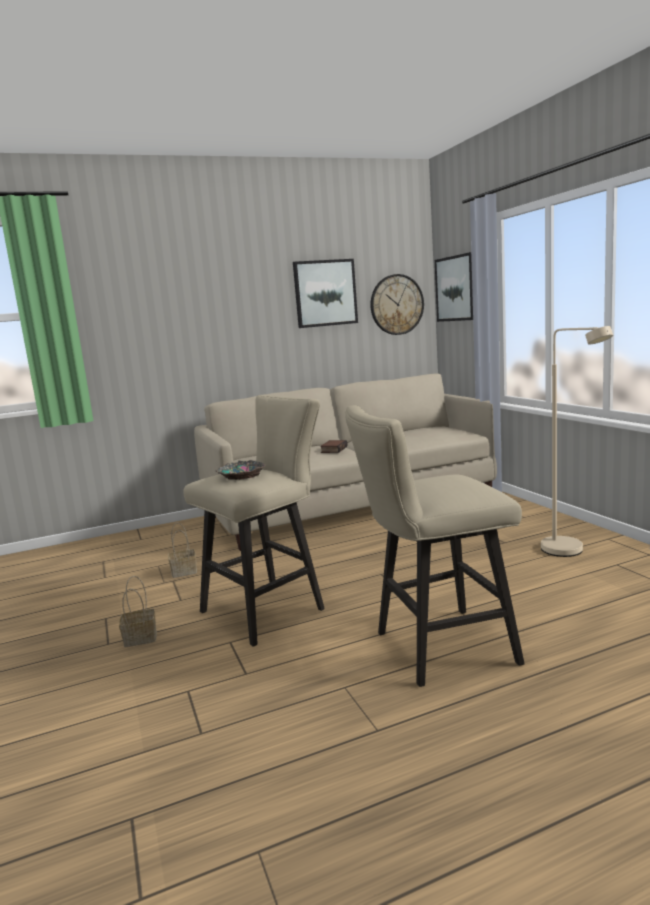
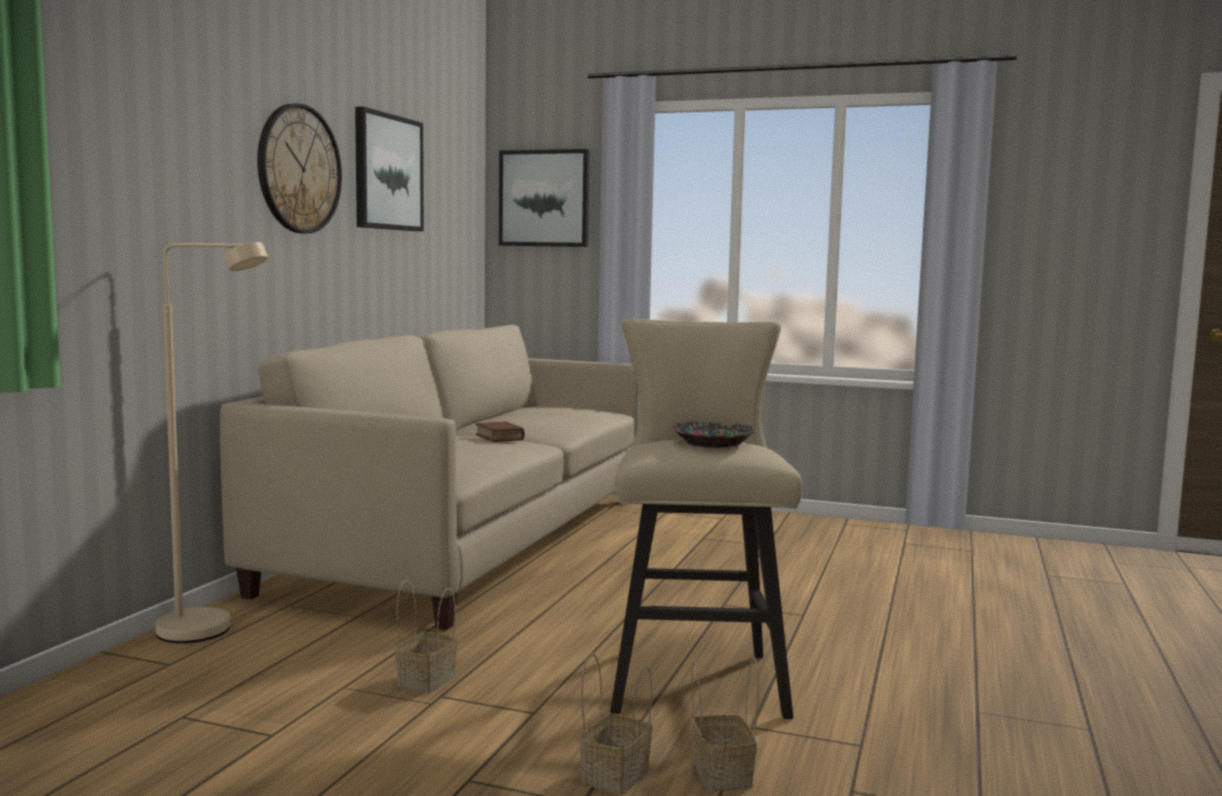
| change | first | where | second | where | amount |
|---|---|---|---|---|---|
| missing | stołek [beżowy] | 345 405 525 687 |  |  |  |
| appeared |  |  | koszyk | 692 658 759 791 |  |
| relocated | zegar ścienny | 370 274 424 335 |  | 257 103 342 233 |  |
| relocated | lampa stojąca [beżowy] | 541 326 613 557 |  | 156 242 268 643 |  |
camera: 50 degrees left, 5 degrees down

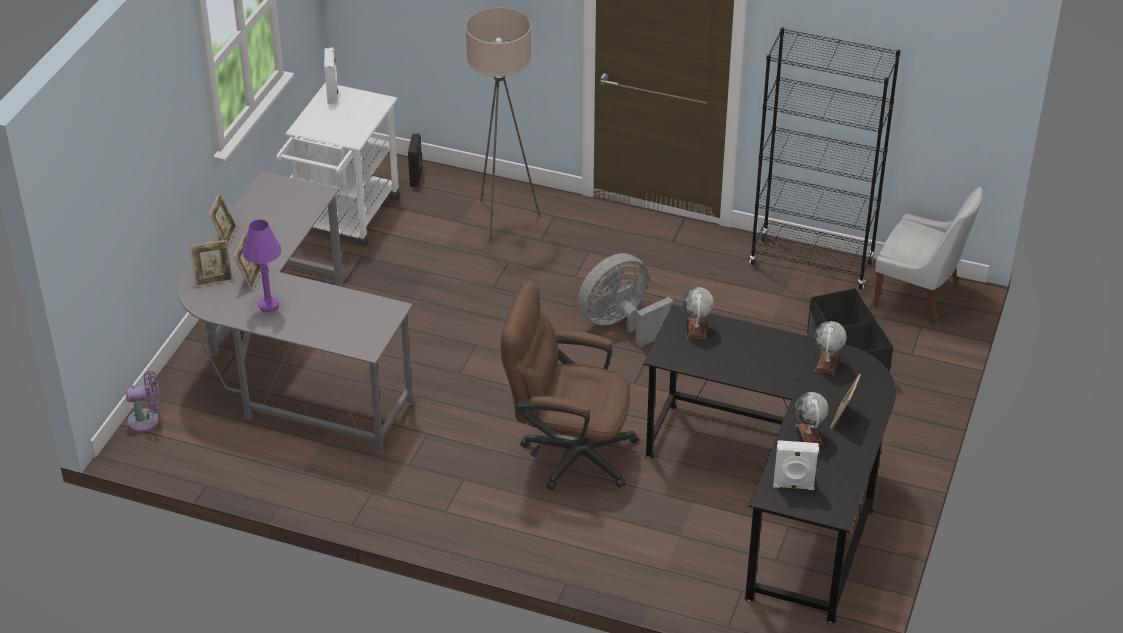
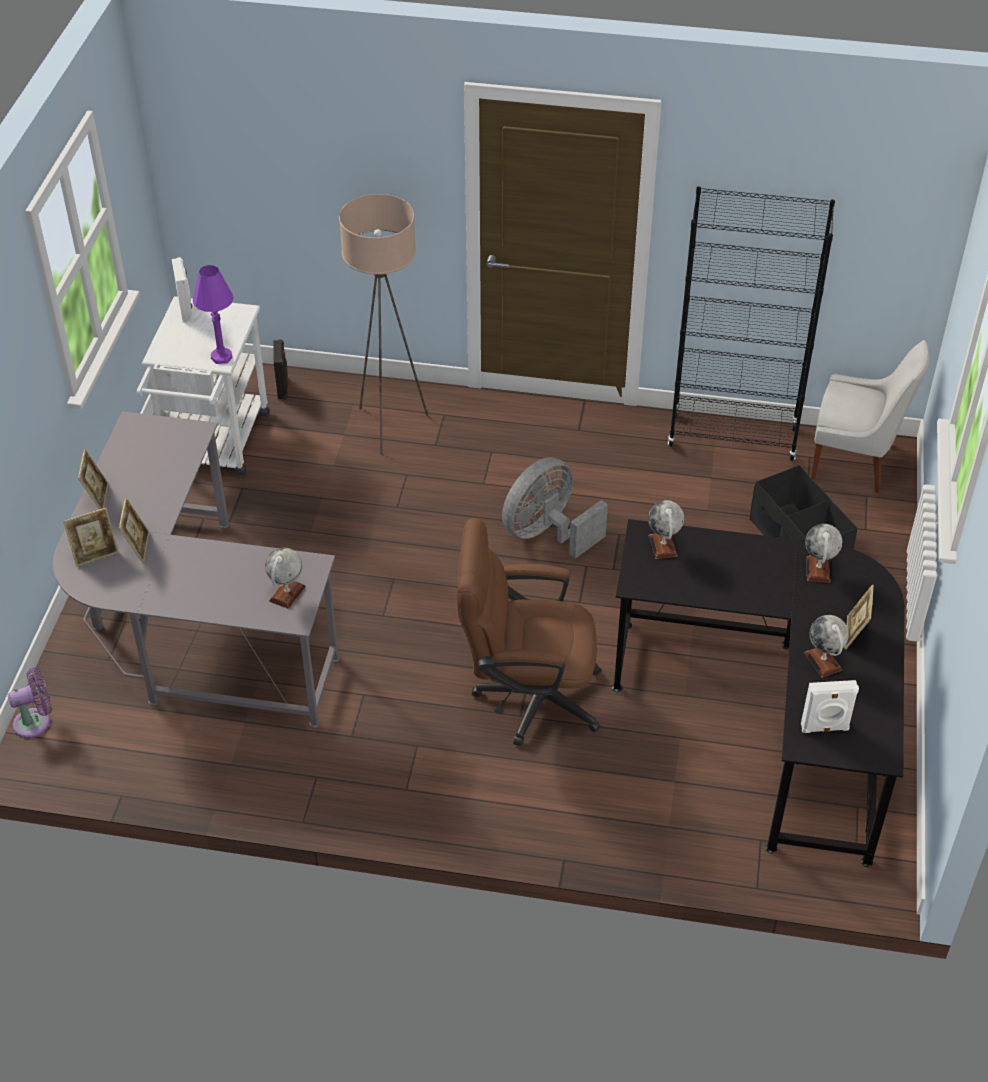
| change | first | where | second | where | amount |
|---|---|---|---|---|---|
| appeared |  |  | globus | 265 548 306 609 |  |
| relocated | lampa stołowa [fioletowy] | 243 220 282 313 |  | 193 265 234 364 |  |
camera: 10 degrees left, 5 degrees up

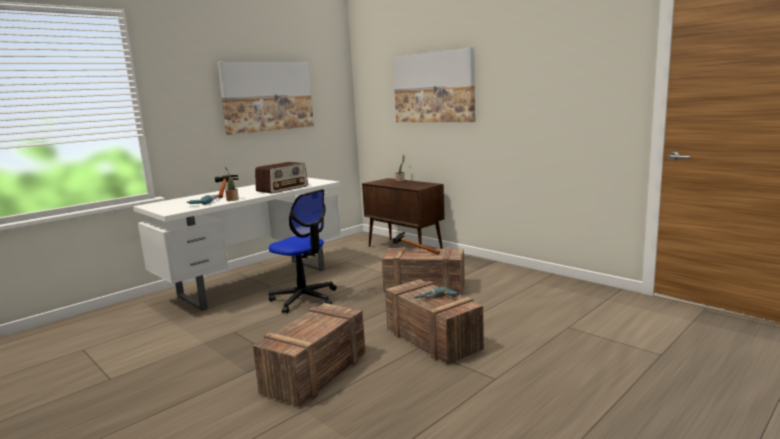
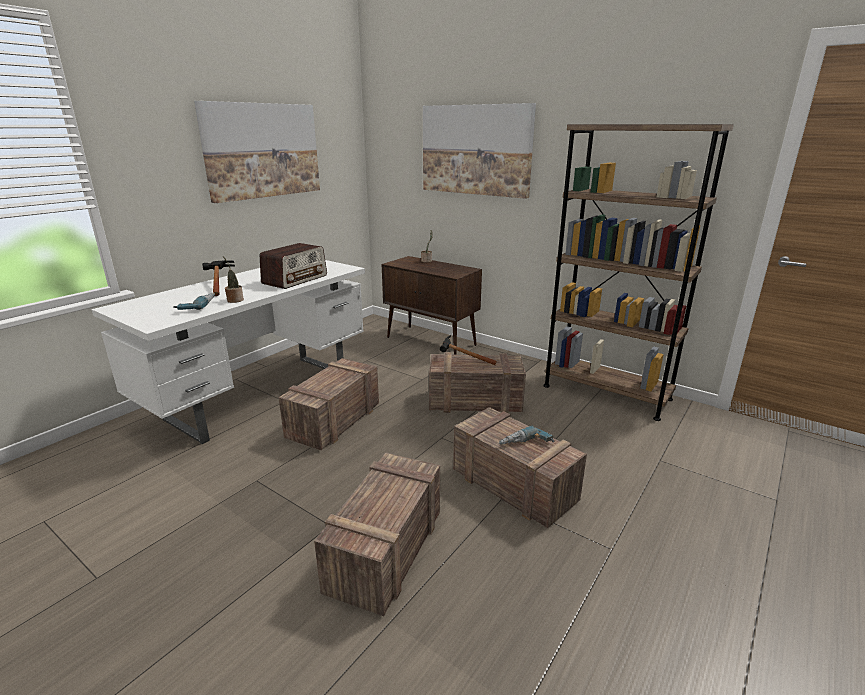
| change | first | where | second | where | amount |
|---|---|---|---|---|---|
| appeared |  |  | regał [brązowy] | 543 124 734 421 |  |
| exchanged | krzesło biurowe | 268 189 337 313 | skrzynka | 278 358 379 450 |  |
camera: 10 degrees left, 10 degrees up

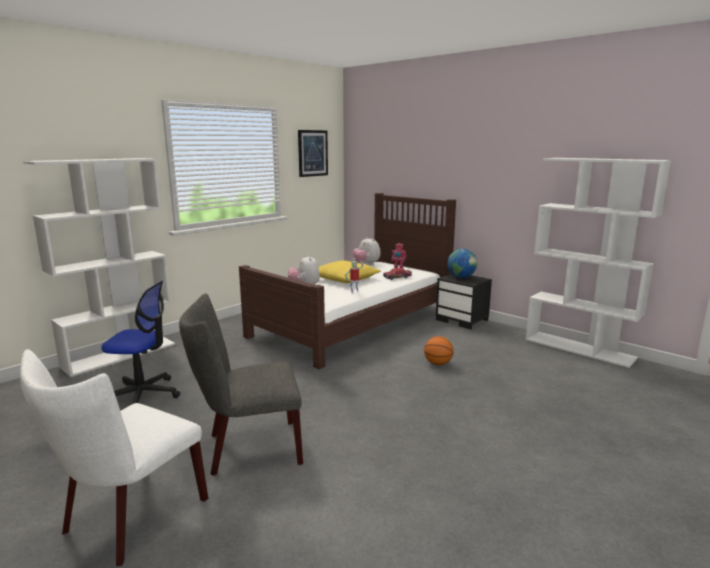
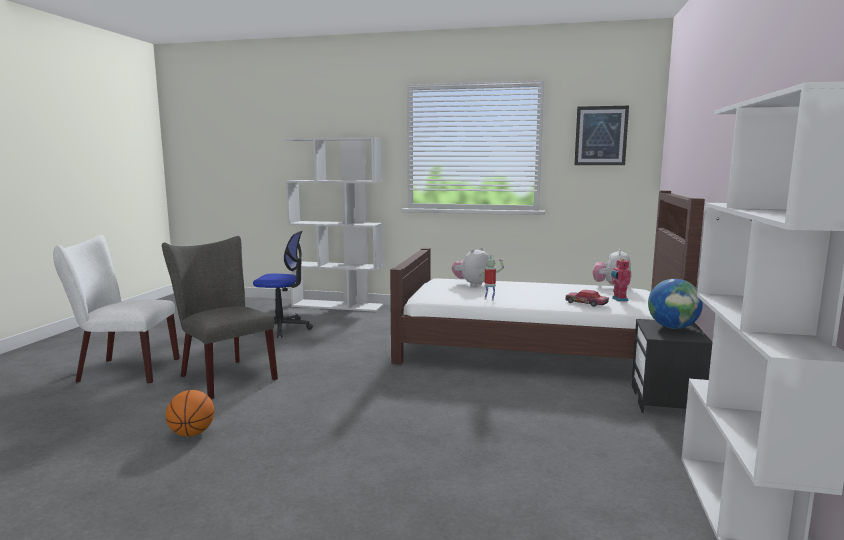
| change | first | where | second | where | amount |
|---|---|---|---|---|---|
| missing | poduszka [żółty] | 318 261 381 283 |  |  |  |
| relocated | piłka do koszykówki | 424 336 453 365 |  | 166 390 214 437 |  |
| spun | krzesło biurowe | 101 280 180 404 |  | 253 231 313 338 | 60 degrees counterclockwise |
camera: 60 degrees right, 5 degrees down

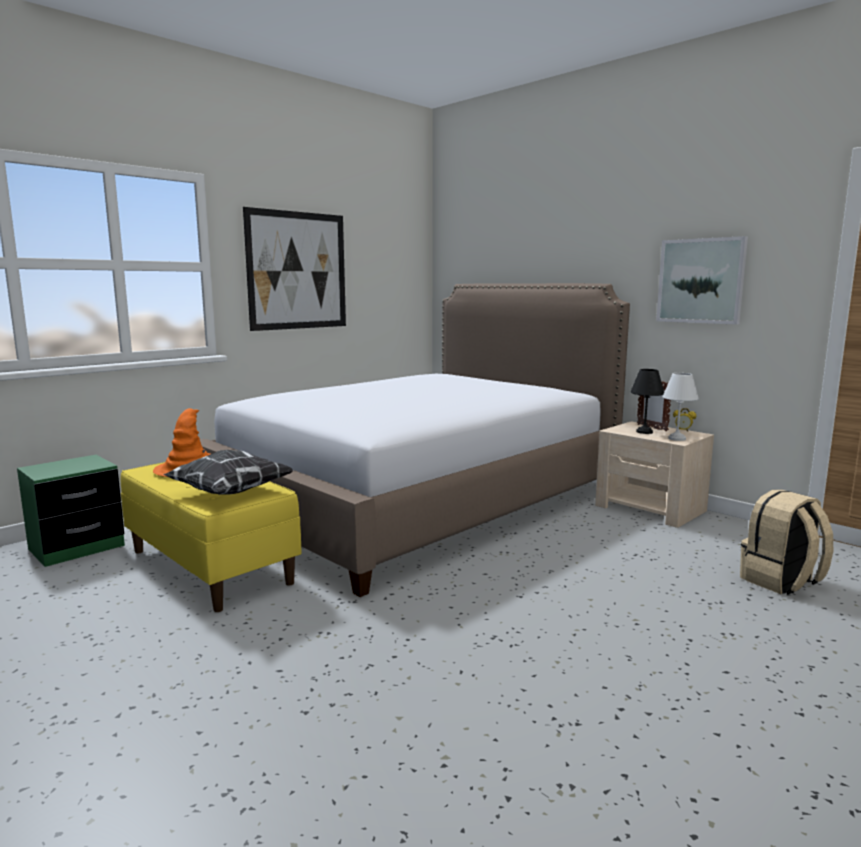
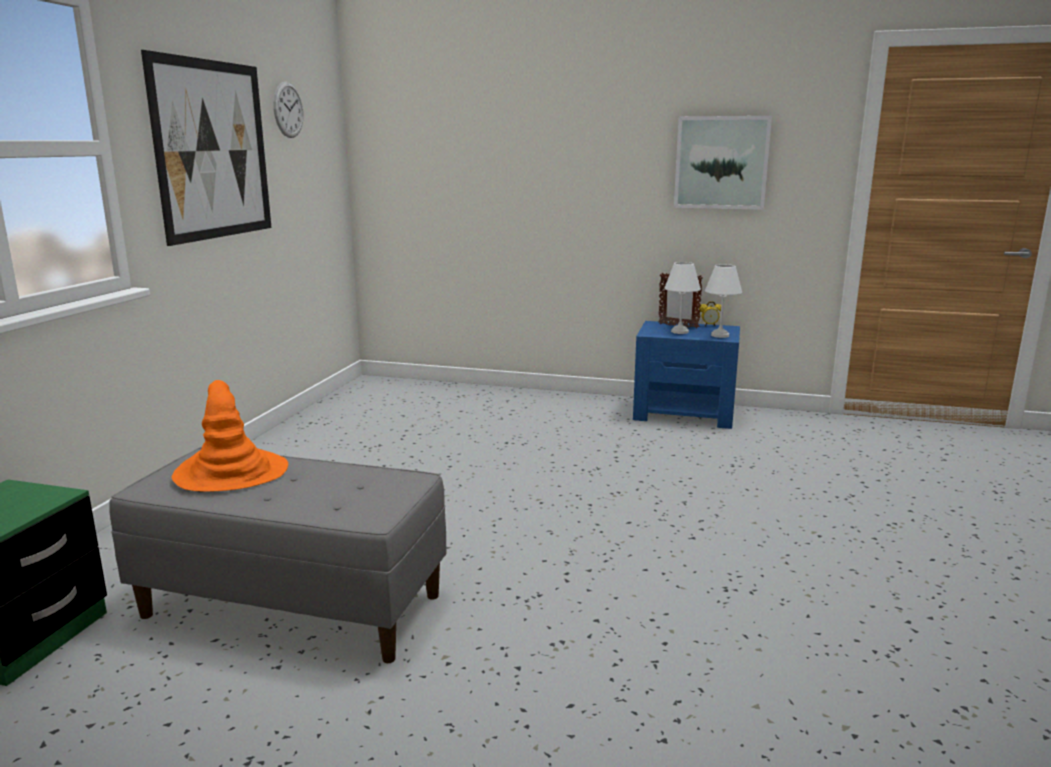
| change | first | where | second | where | amount |
|---|---|---|---|---|---|
| missing | poduszka | 163 450 294 495 |  |  |  |
| missing | łóżko | 200 283 630 597 |  |  |  |
| missing | plecak [beżowy] | 740 490 833 595 |  |  |  |
| appeared |  |  | zegar ścienny | 273 82 303 138 |  |
| colour | ławka [żółty] | 120 462 302 612 | ławka [szary] | 109 447 447 663 |  |
| colour | szafka nocna [beżowy] | 595 421 714 528 | szafka nocna [niebieski] | 633 321 740 429 |  |
| colour | lampa stołowa [czarny] | 631 369 664 434 | lampa stołowa [biały] | 664 262 701 334 |  |
camera: 30 degrees left, 5 degrees up

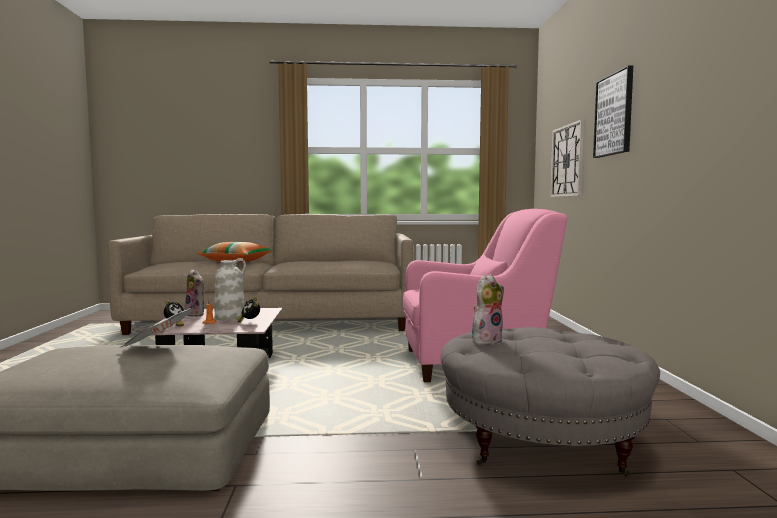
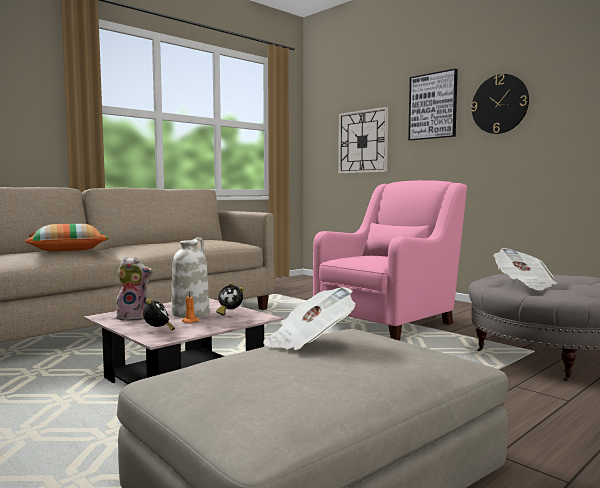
| change | first | where | second | where | amount |
|---|---|---|---|---|---|
| appeared |  |  | zegar ścienny | 471 74 529 134 |  |
| exchanged | pluszak | 472 274 504 345 | gazeta | 494 248 557 291 |  |
camera: 40 degrees left, 0 degrees up

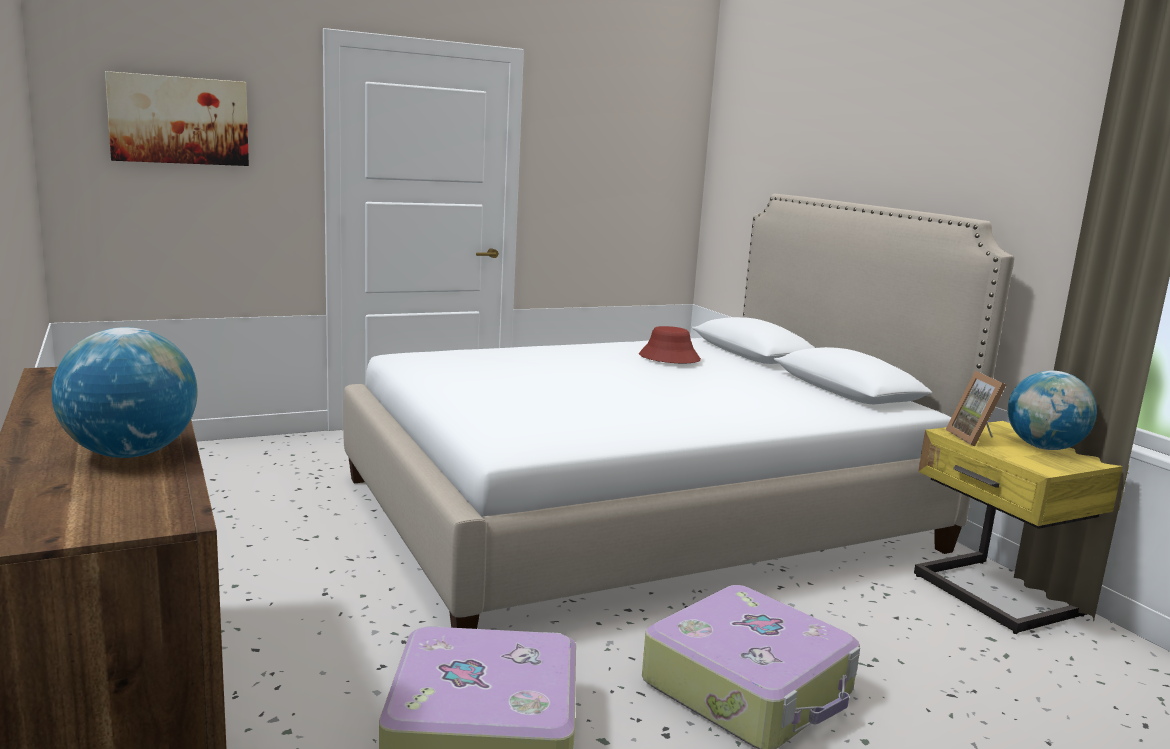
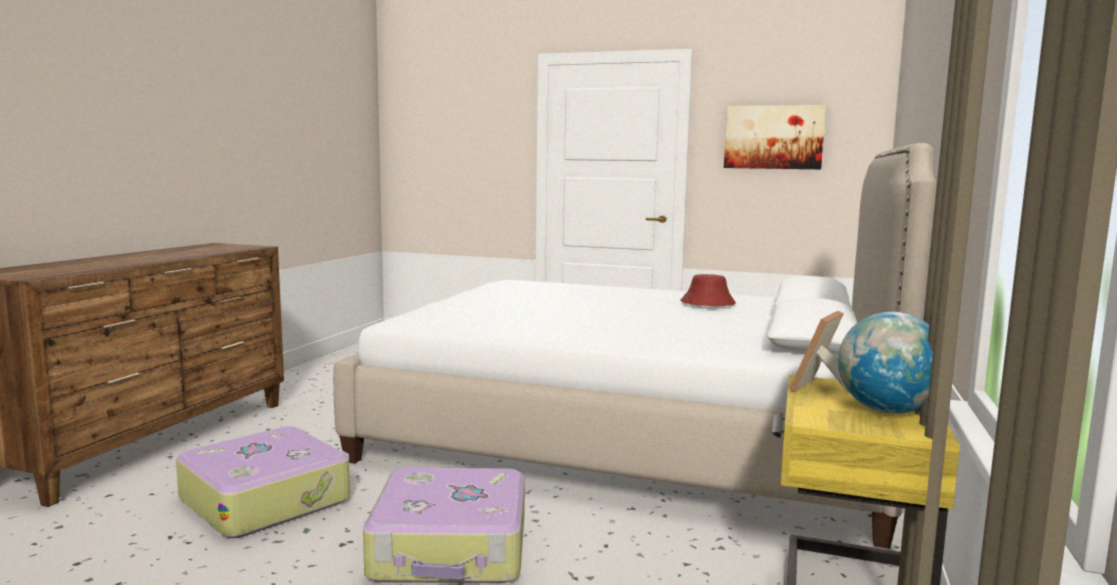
| change | first | where | second | where | amount |
|---|---|---|---|---|---|
| missing | globus | 52 327 198 458 |  |  |  |
| relocated | obraz | 105 71 249 166 |  | 724 105 826 169 |  |
camera: 45 degrees right, 5 degrees down

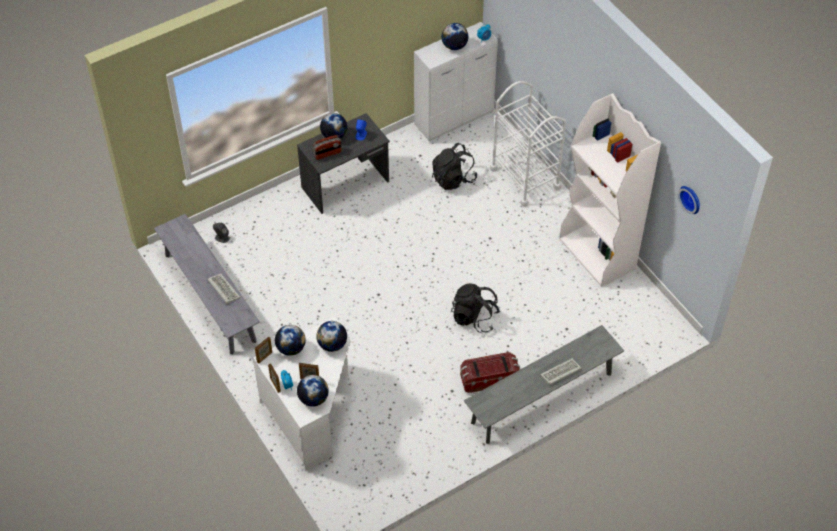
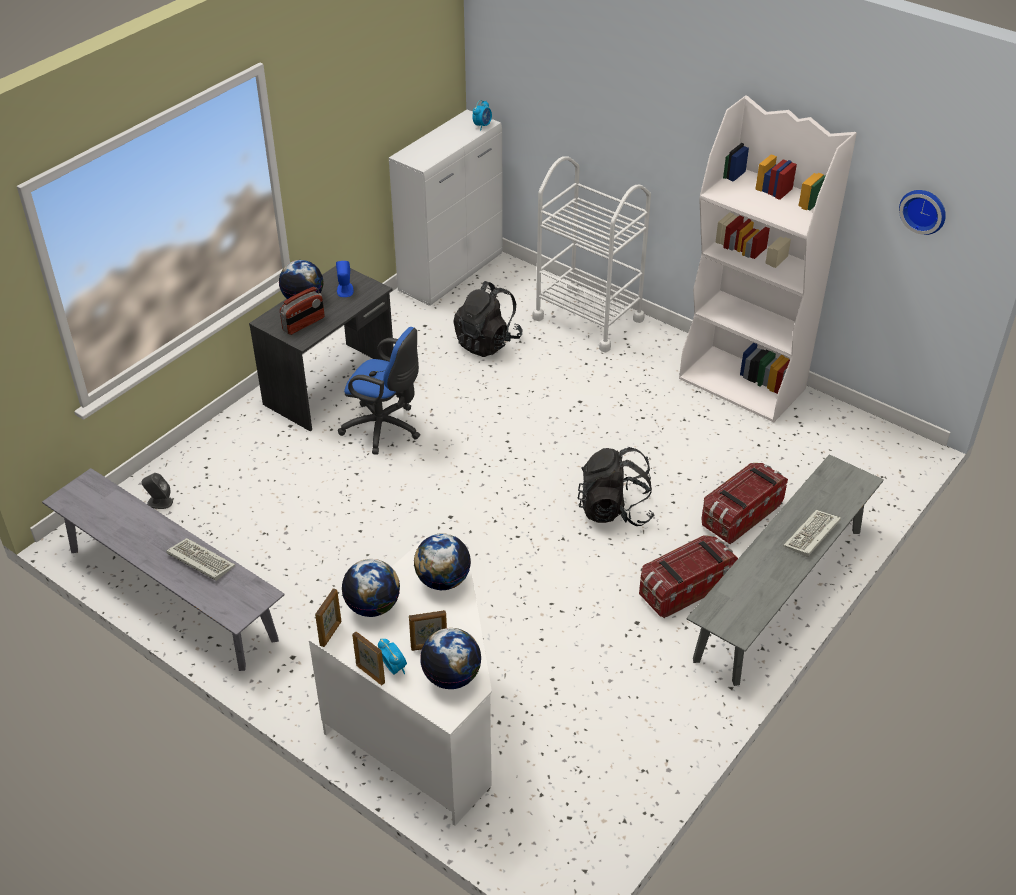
| change | first | where | second | where | amount |
|---|---|---|---|---|---|
| missing | globus | 441 23 468 50 |  |  |  |
| appeared |  |  | krzesło biurowe [niebieski] | 338 327 420 455 |  |
| appeared |  |  | pojemnik do przechowywania | 701 463 788 545 |  |
camera: 20 degrees left, 10 degrees down

